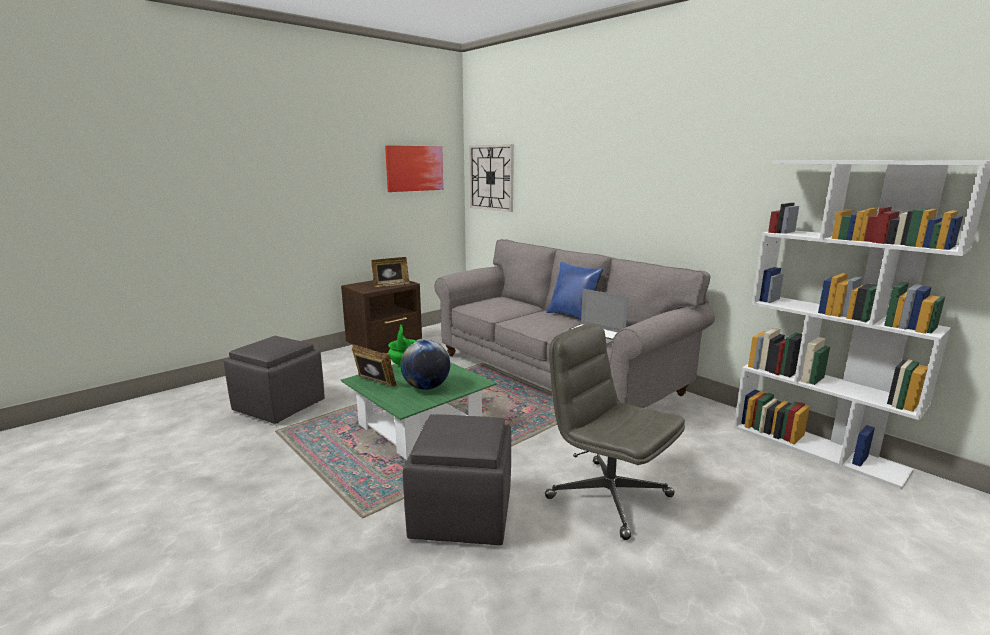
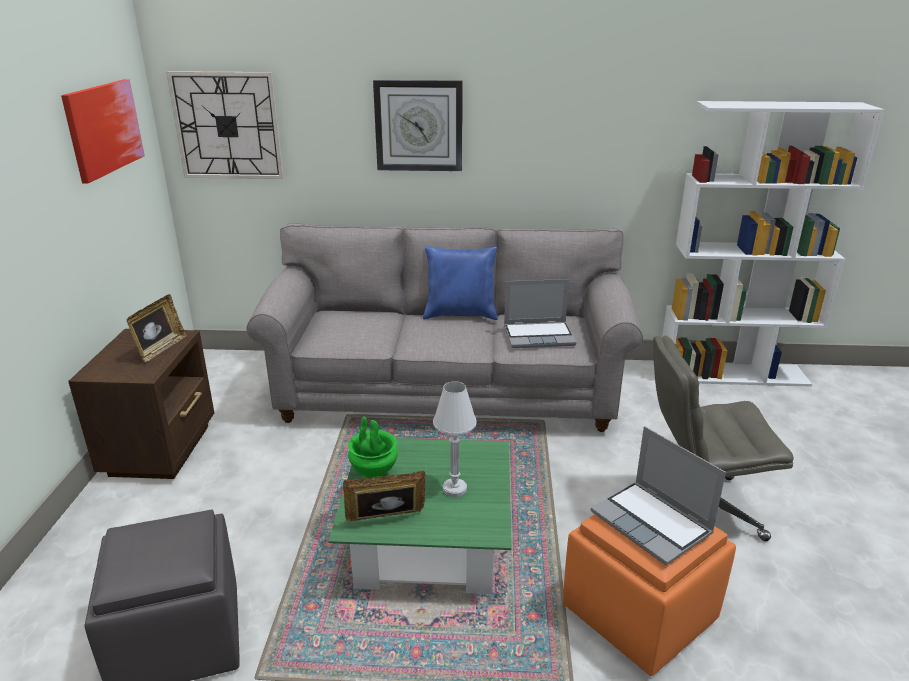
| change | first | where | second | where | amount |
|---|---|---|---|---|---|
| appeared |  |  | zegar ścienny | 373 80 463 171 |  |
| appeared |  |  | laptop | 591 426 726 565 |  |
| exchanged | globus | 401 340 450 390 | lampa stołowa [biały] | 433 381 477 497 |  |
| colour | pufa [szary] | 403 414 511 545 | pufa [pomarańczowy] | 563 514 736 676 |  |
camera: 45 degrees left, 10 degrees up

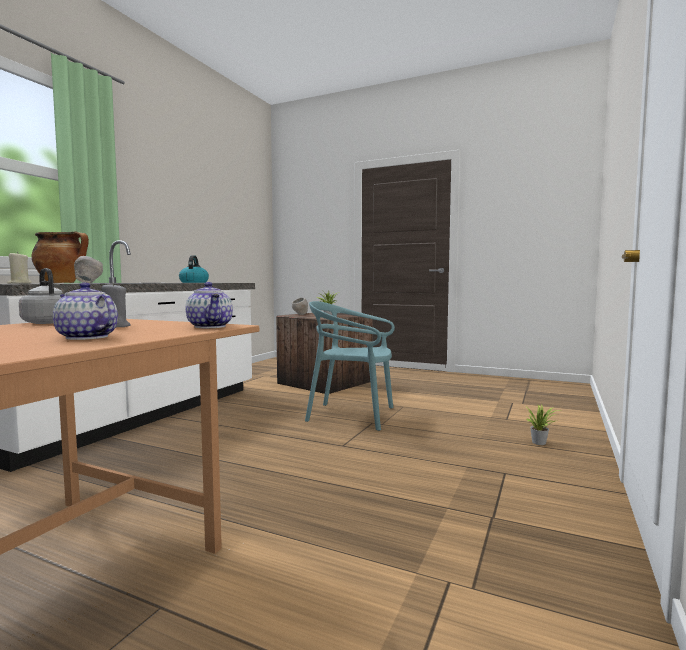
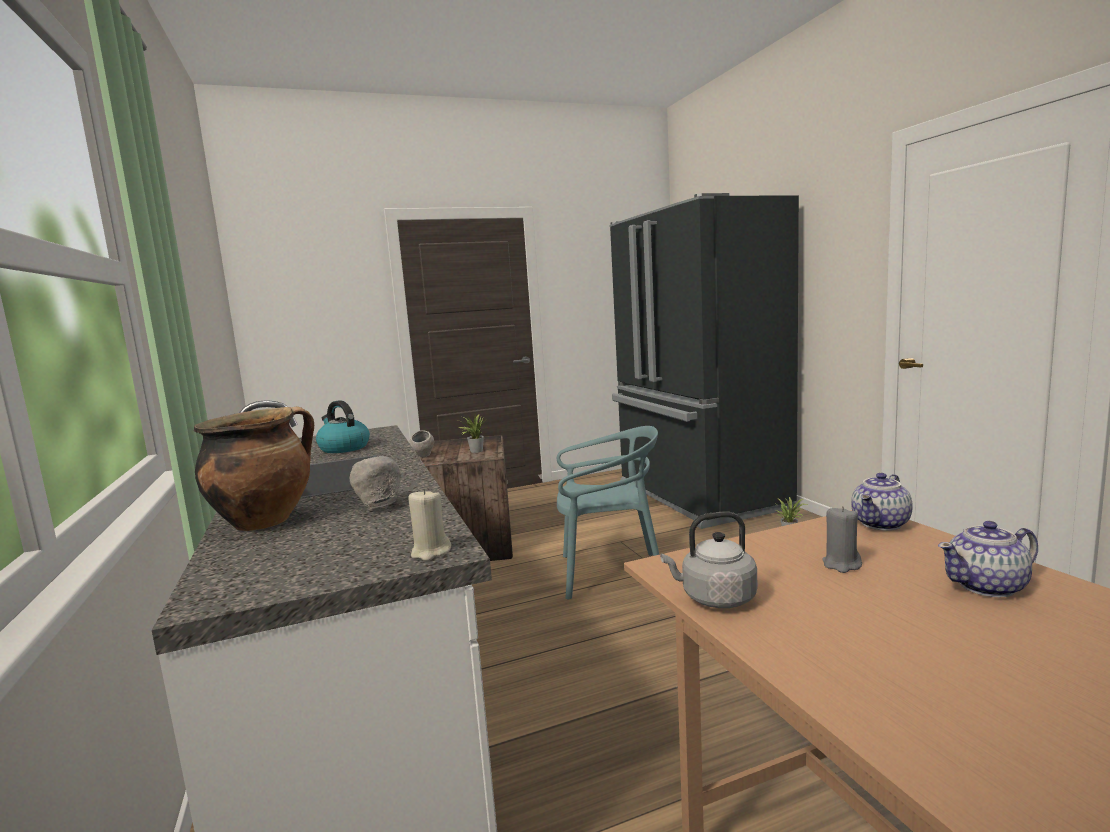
| change | first | where | second | where | amount |
|---|---|---|---|---|---|
| appeared |  |  | lodówka [czarny] | 610 193 799 529 |  |
| spun | imbryk | 186 282 233 328 |  | 851 473 913 531 | 120 degrees clockwise |
| spun | krzesło [turkusowy] | 305 301 395 431 |  | 557 426 660 600 | 150 degrees counterclockwise |
camera: 45 degrees left, 5 degrees up

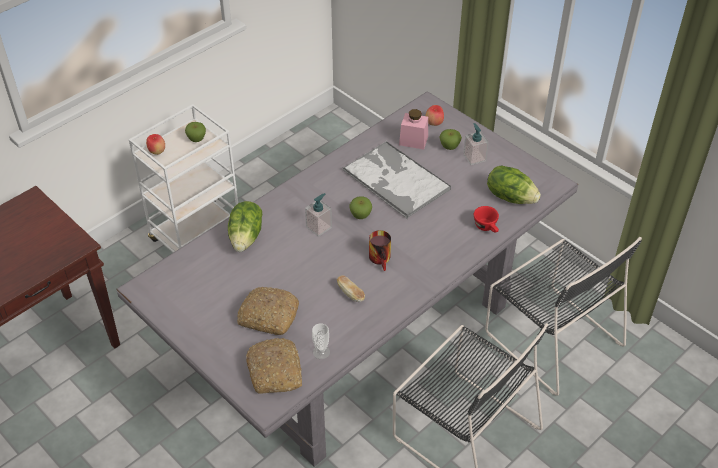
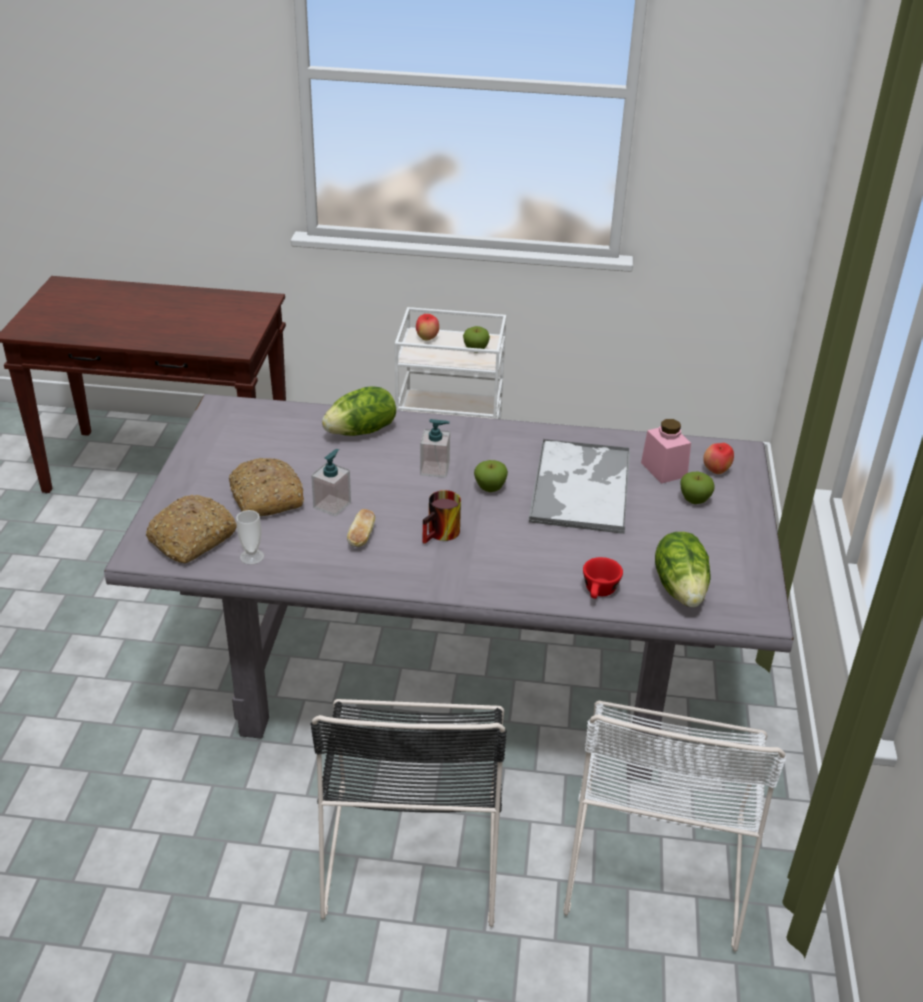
| change | first | where | second | where | amount |
|---|---|---|---|---|---|
| relocated | dozownik mydła | 463 123 489 165 |  | 311 449 351 516 |  |
| colour | krzesło [czarny] | 485 237 642 396 | krzesło [biały] | 563 701 786 952 |  |
camera: 50 degrees right, 10 degrees down

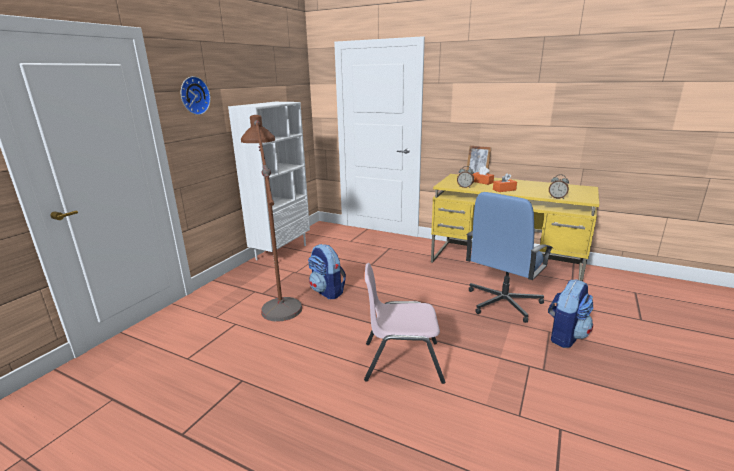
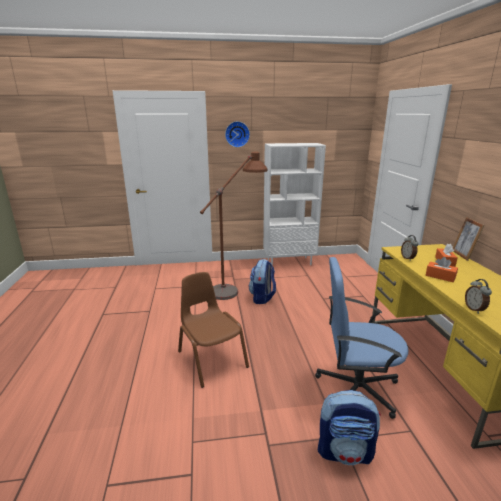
| change | first | where | second | where | amount |
|---|---|---|---|---|---|
| colour | krzesło [różowy] | 364 263 445 384 | krzesło [brązowy] | 178 272 249 388 |  |
camera: 55 degrees right, 0 degrees up

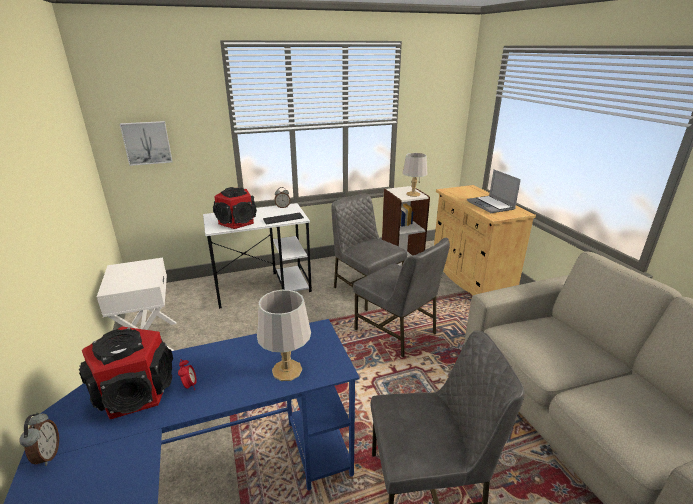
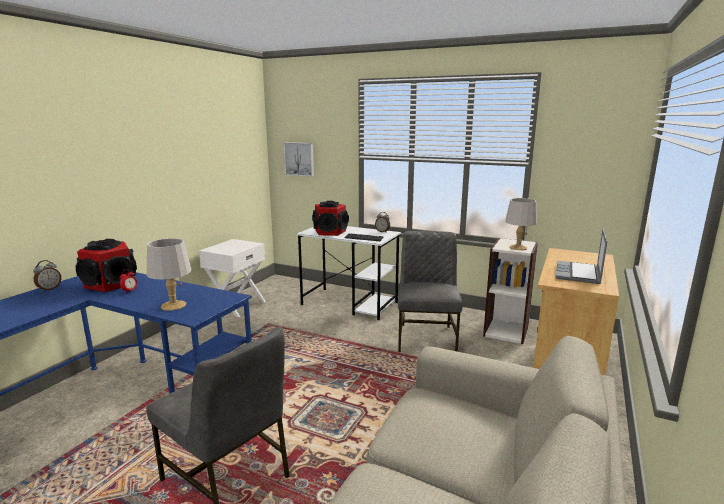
| change | first | where | second | where | amount |
|---|---|---|---|---|---|
| missing | krzesło [szary] | 353 238 450 357 |  |  |  |
camera: 45 degrees right, 10 degrees down

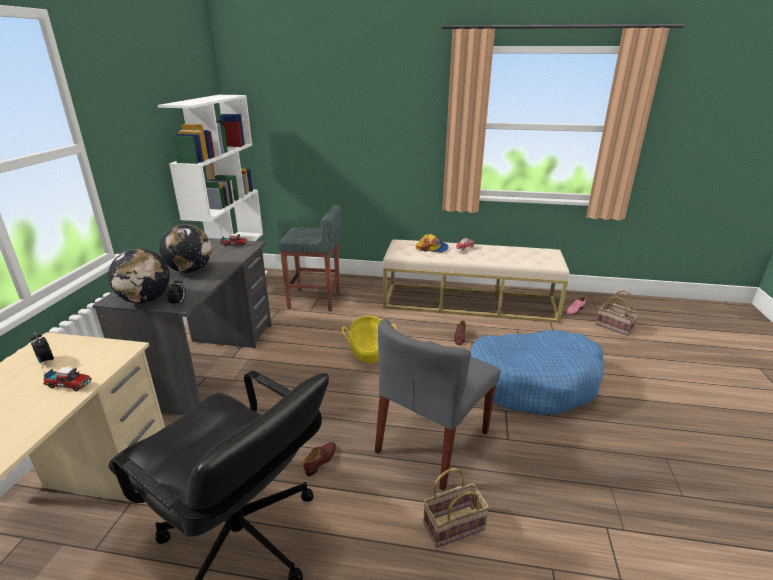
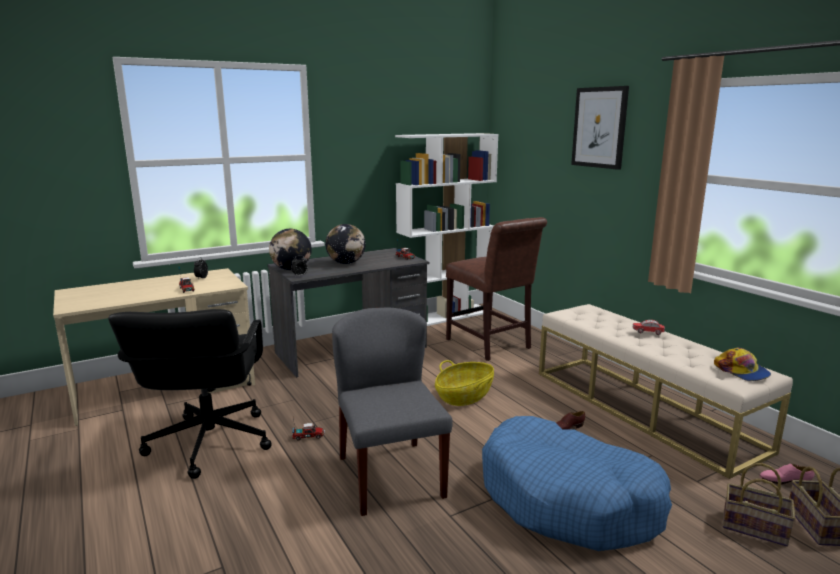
| change | first | where | second | where | amount |
|---|---|---|---|---|---|
| appeared |  |  | obraz | 571 86 629 170 |  |
| relocated | czapka z daszkiem | 416 234 449 253 |  | 714 348 771 381 |  |
| relocated | koszyk | 423 468 489 548 |  | 723 463 795 547 |  |
| exchanged | stołek [szary] | 278 205 341 311 | krzesło [brązowy] | 446 217 547 361 |  |
| exchanged | but [brązowy] | 303 442 336 476 | ciężarówka zabawkowa | 292 417 325 440 |  |
| spun | krzesło [szary] | 375 319 500 491 |  | 332 308 453 516 | 75 degrees clockwise |
camera: 50 degrees right, 10 degrees down

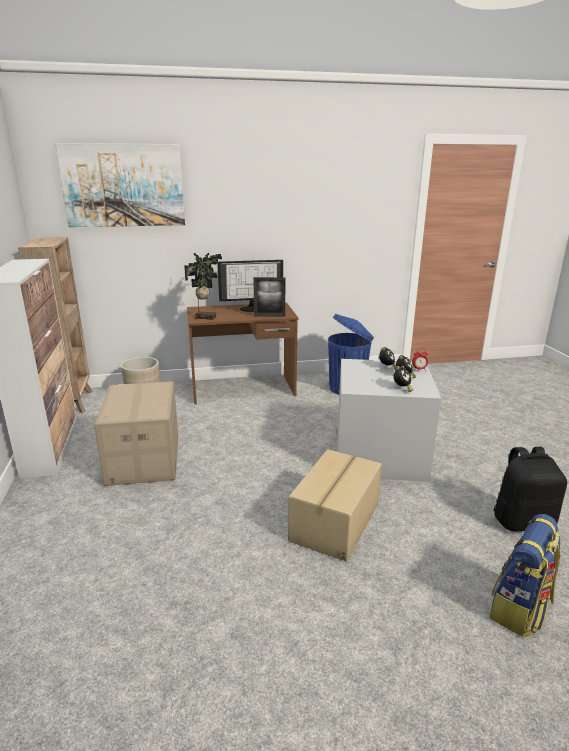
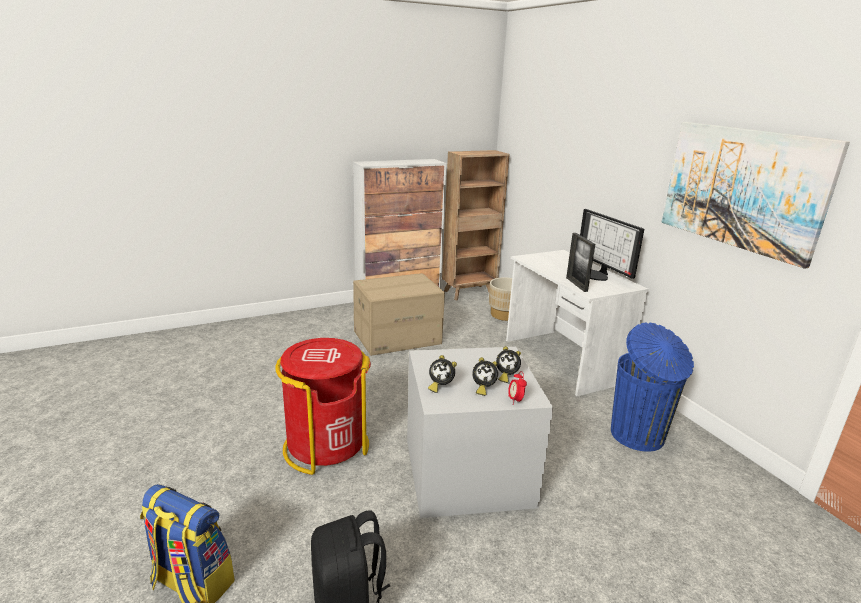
| change | first | where | second | where | amount |
|---|---|---|---|---|---|
| missing | roślina doniczkowa | 184 253 222 320 |  |  |  |
| relocated | obraz | 55 143 185 227 |  | 661 122 850 269 |  |
| exchanged | karton | 288 449 382 562 | kosz na śmieci [czerwony] | 275 338 371 475 |  |
| colour | biurko [brązowy] | 187 302 299 404 | biurko [biały] | 506 250 649 397 |  |
camera: 75 degrees right, 0 degrees up

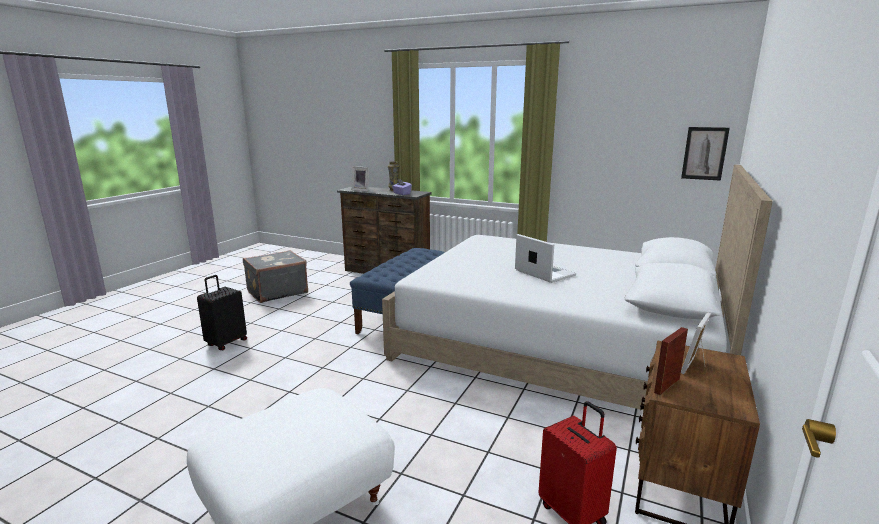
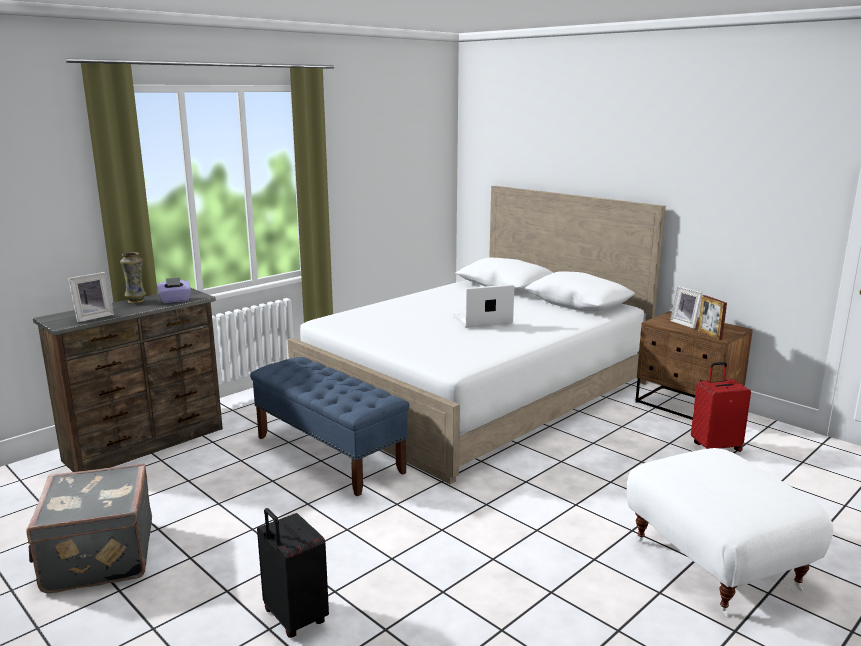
| change | first | where | second | where | amount |
|---|---|---|---|---|---|
| missing | obraz | 681 127 730 181 |  |  |  |
camera: 70 degrees left, 0 degrees up

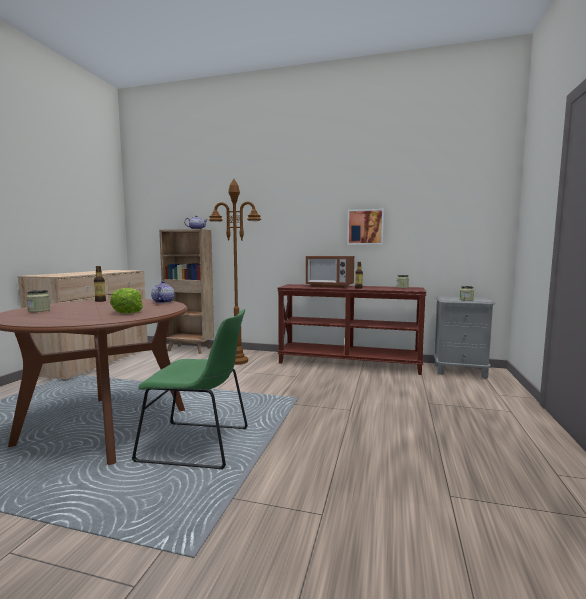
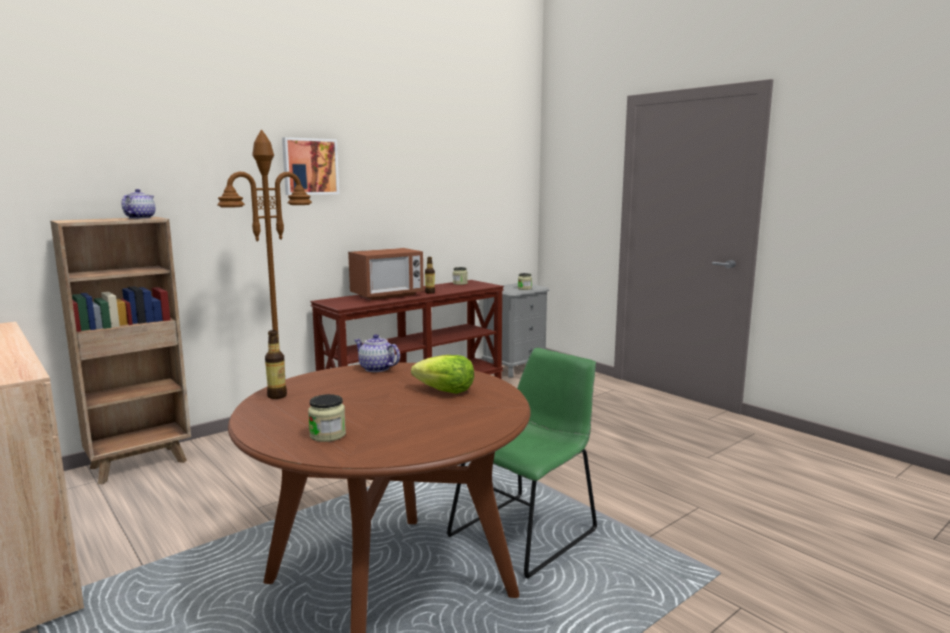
| change | first | where | second | where | amount |
|---|---|---|---|---|---|
| relocated | obraz | 347 209 384 245 |  | 282 137 339 195 |  |
camera: 55 degrees left, 5 degrees up

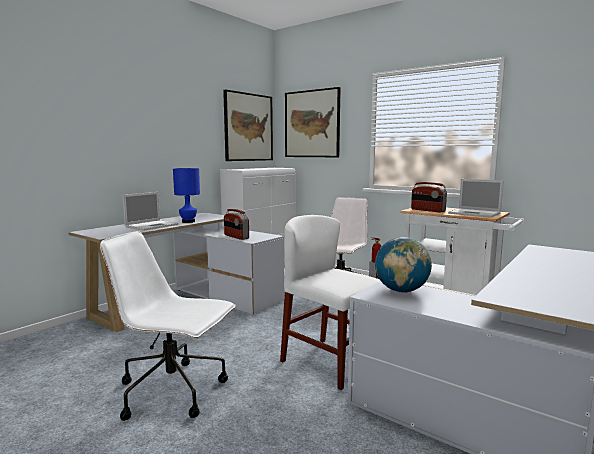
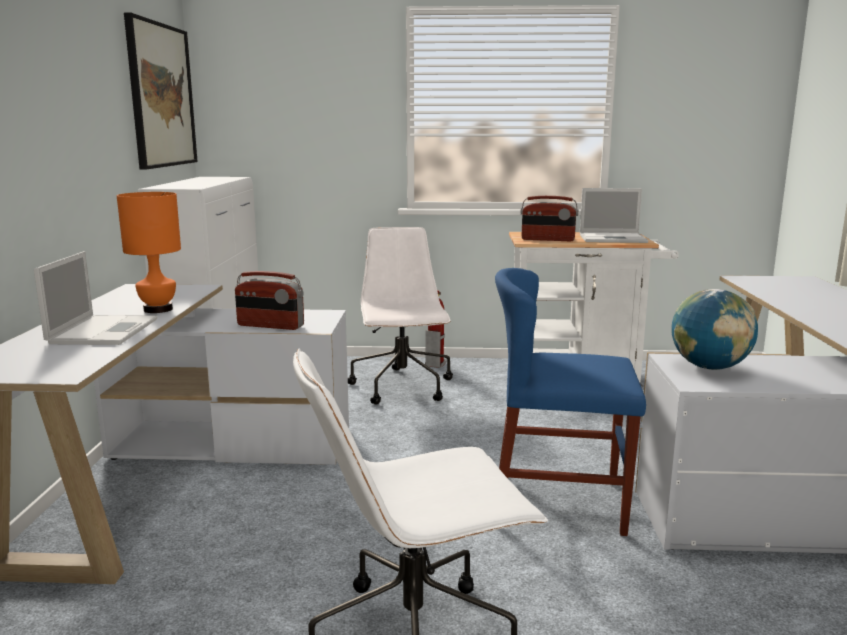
| change | first | where | second | where | amount |
|---|---|---|---|---|---|
| missing | obraz | 285 87 341 157 |  |  |  |
| colour | lampa stołowa [niebieski] | 173 168 200 223 | lampa stołowa [pomarańczowy] | 117 192 181 313 |  |
| colour | krzesło [biały] | 280 215 380 390 | krzesło [niebieski] | 495 268 646 536 |  |
camera: 35 degrees left, 5 degrees up

